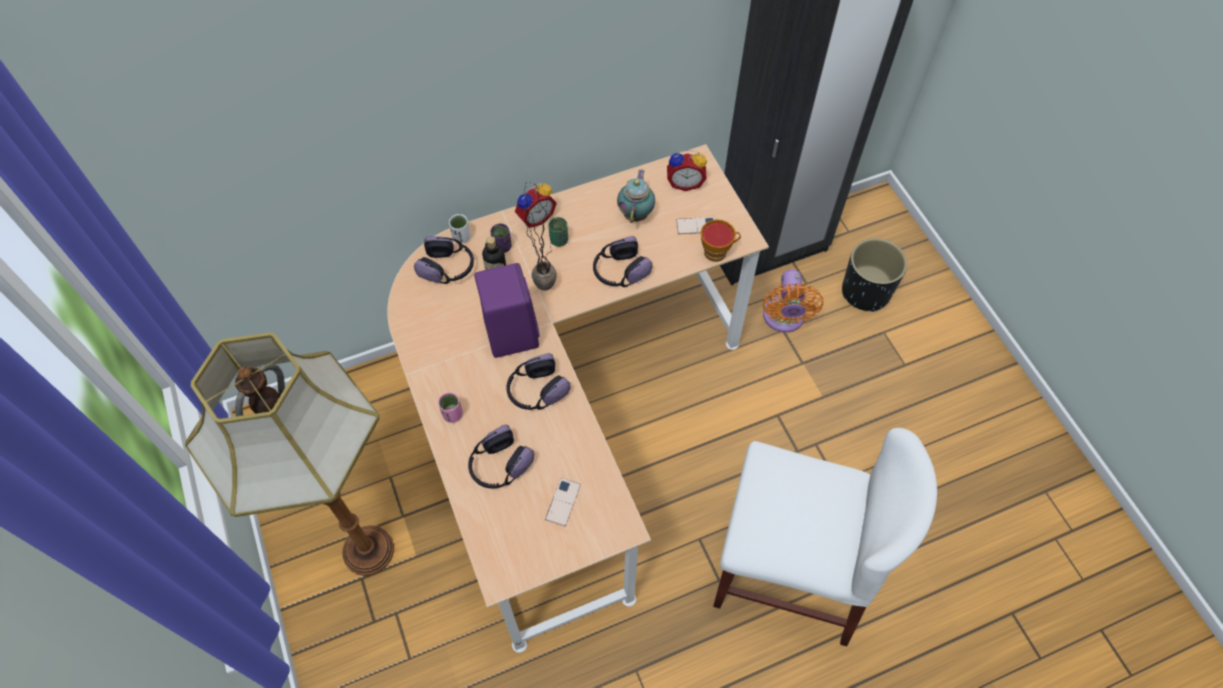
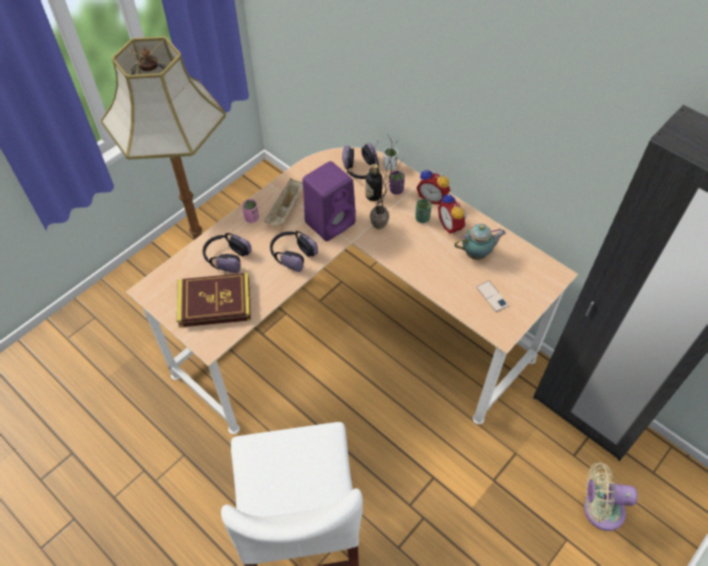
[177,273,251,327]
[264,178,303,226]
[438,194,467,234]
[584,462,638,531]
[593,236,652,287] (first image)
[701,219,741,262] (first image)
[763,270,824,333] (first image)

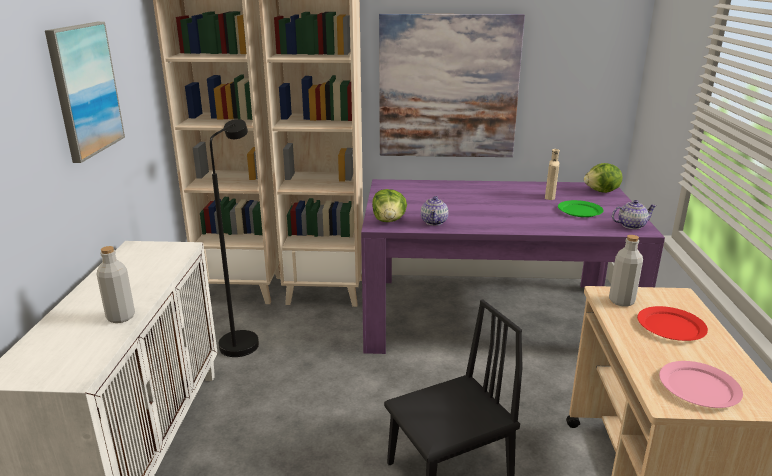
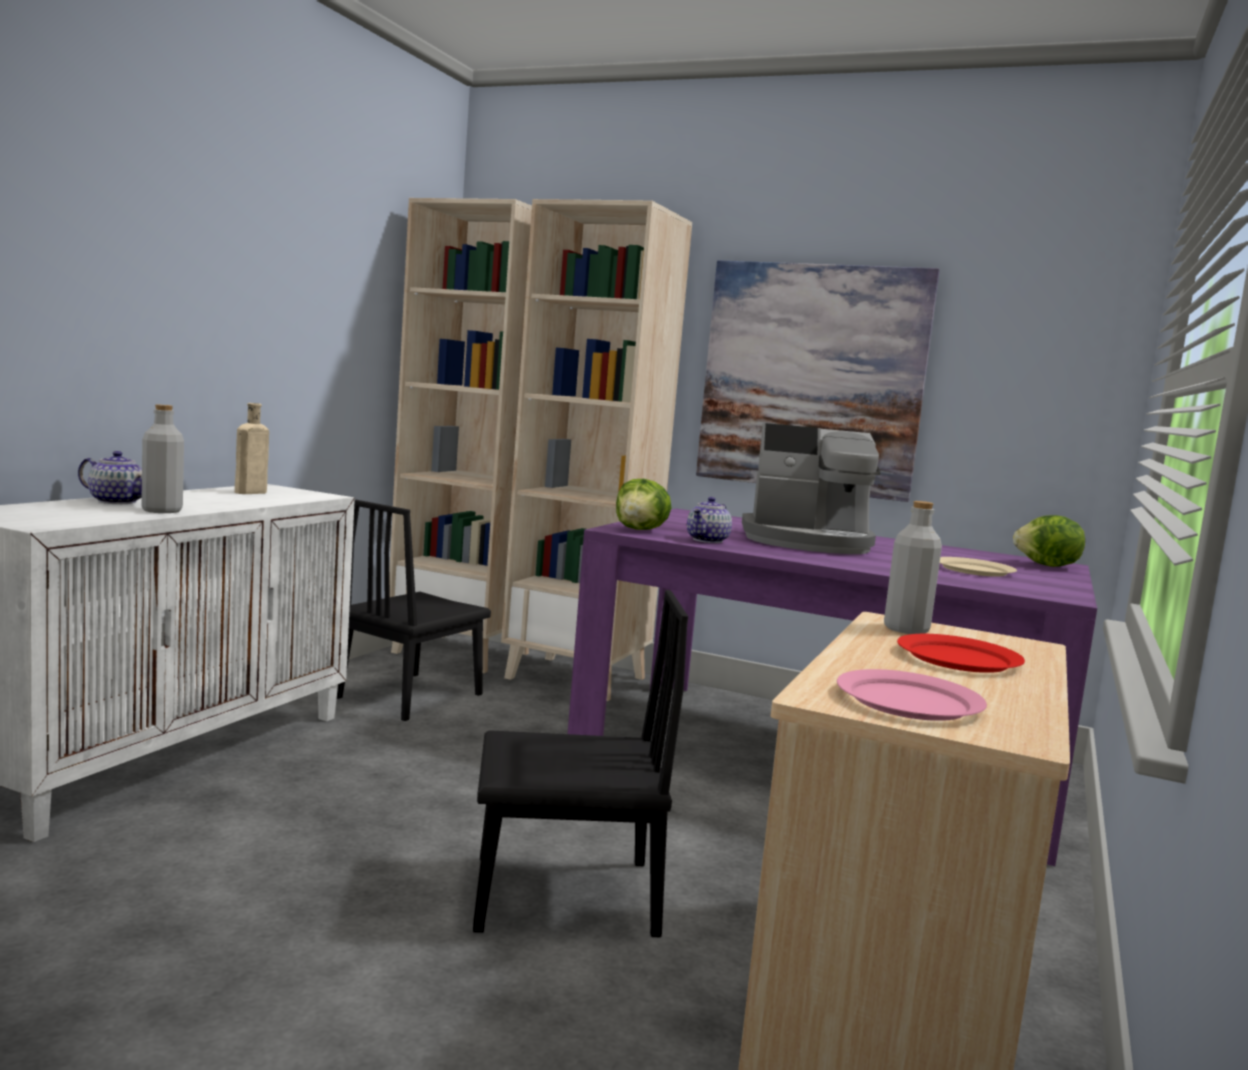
[78,451,142,504]
[235,403,269,494]
[337,500,491,721]
[742,423,881,554]
[940,557,1017,577]
[45,22,125,163] (first image)

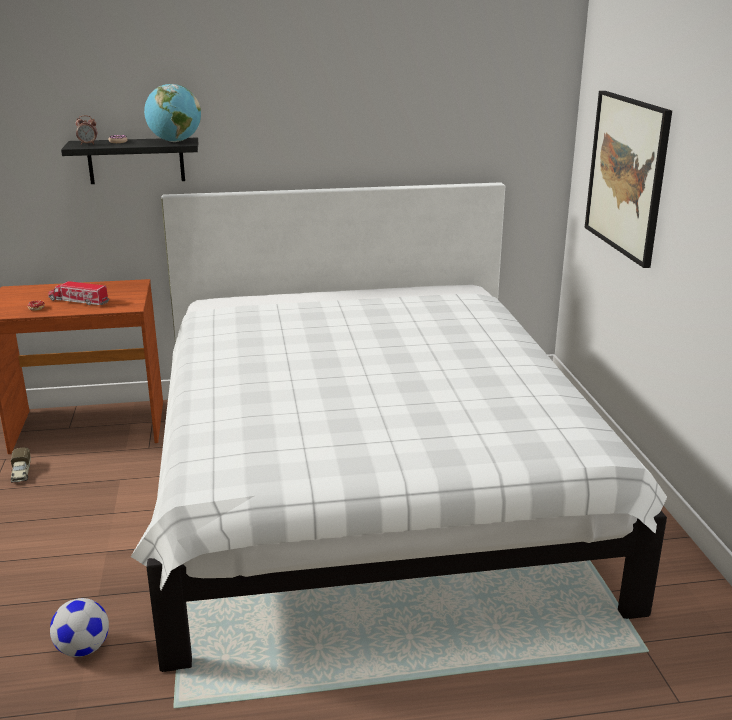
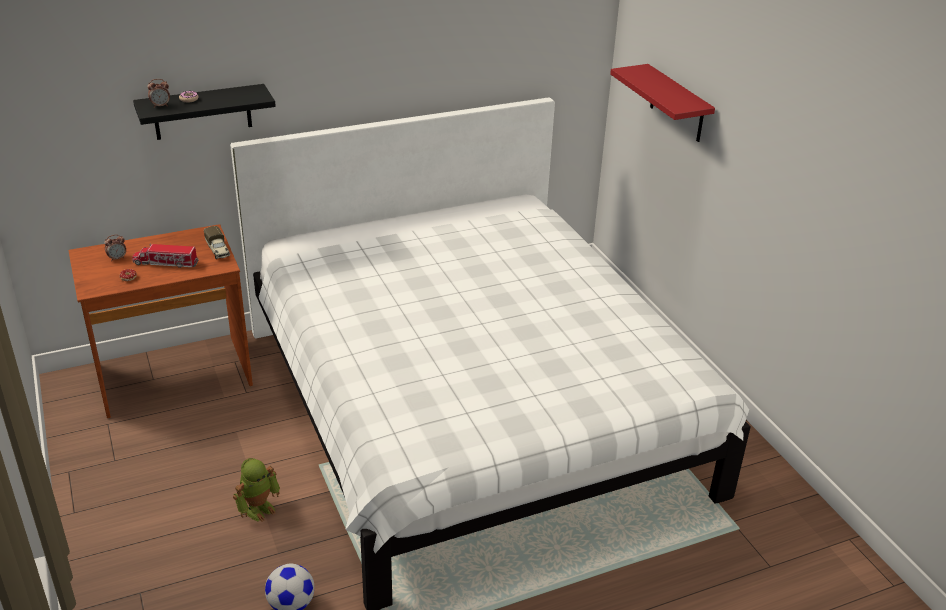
[104,234,126,260]
[204,226,230,259]
[233,458,280,522]
[610,64,715,142]
[144,84,201,142] (first image)

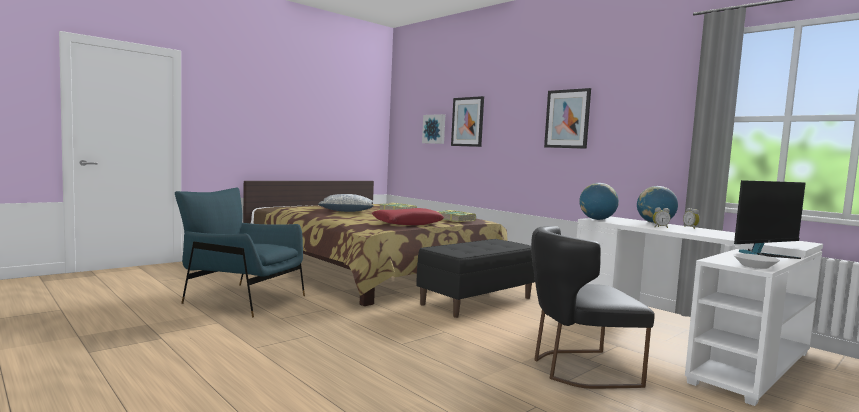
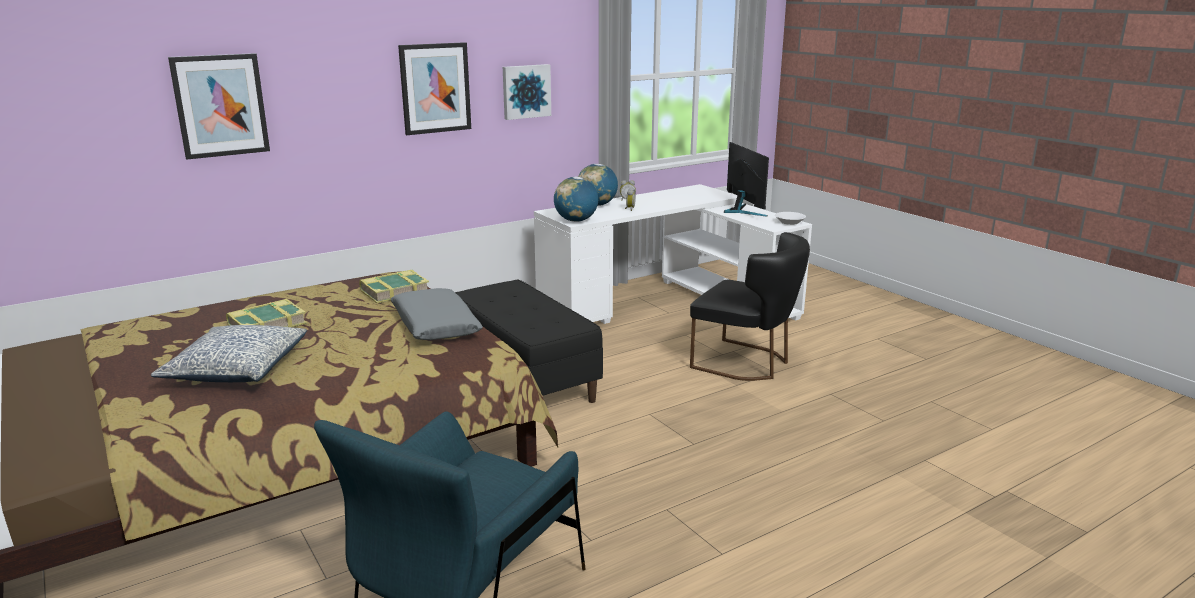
[391,288,483,340]
[503,64,551,120]
[690,232,810,381]

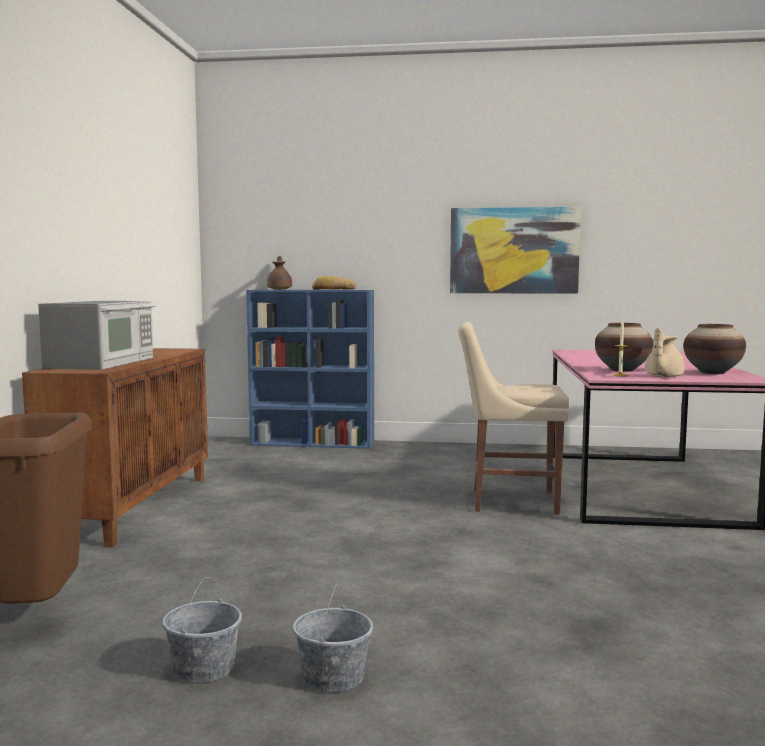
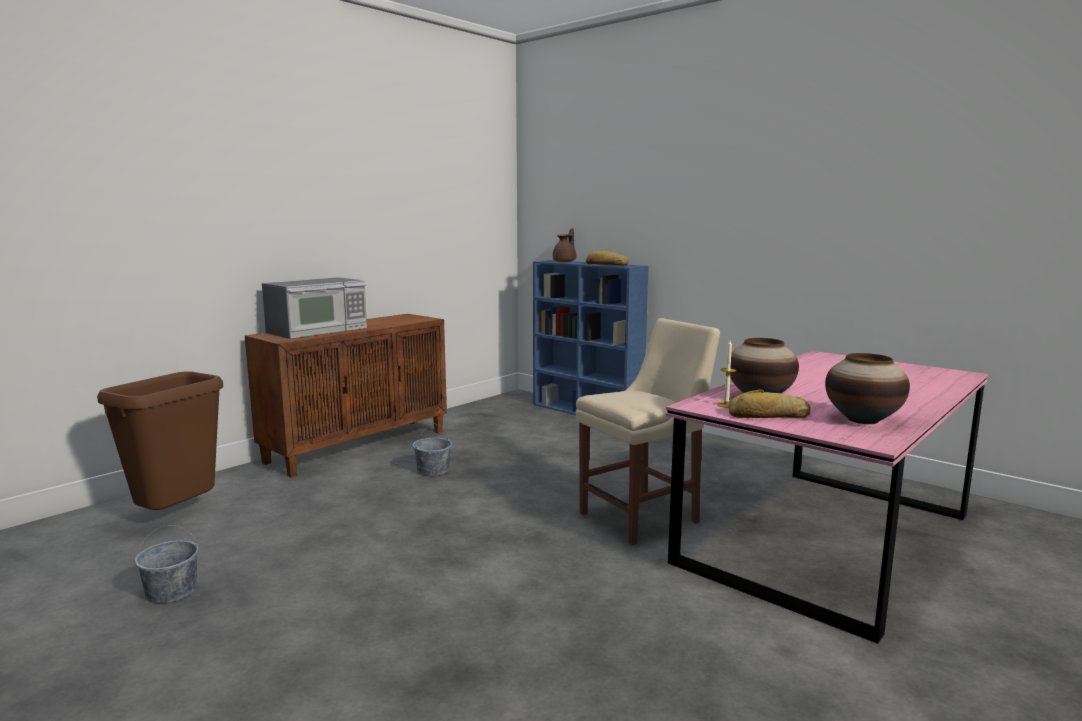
[412,424,452,476]
[576,318,720,545]
[728,389,810,418]
[450,207,581,294] (first image)

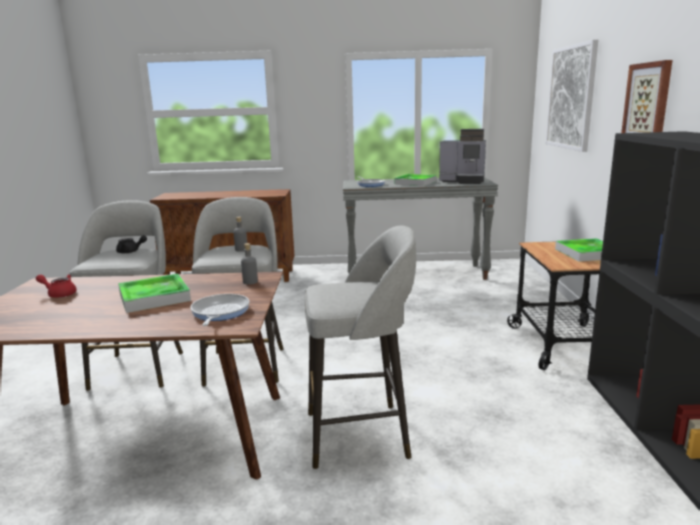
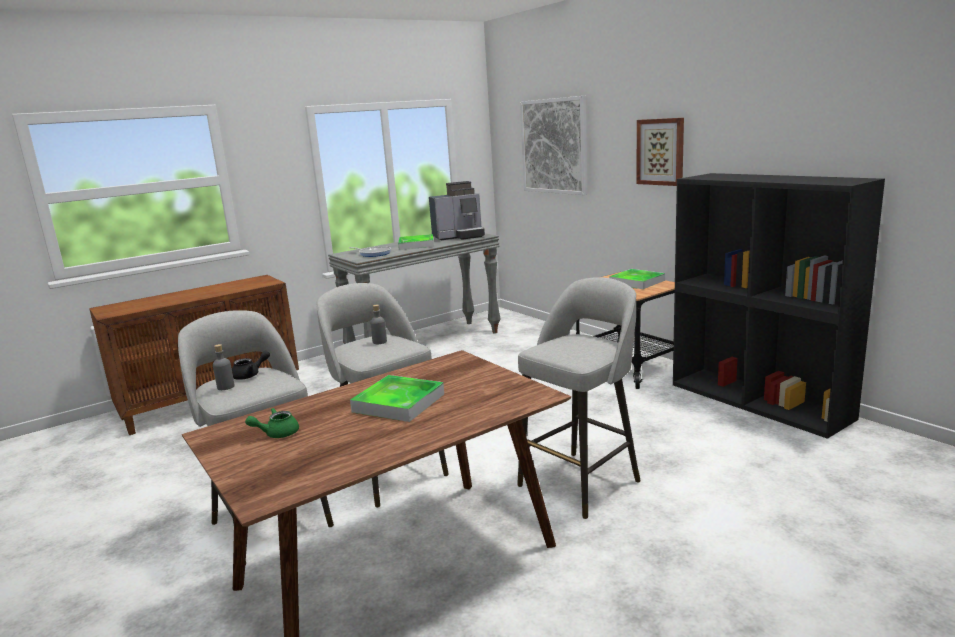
[213,344,235,390]
[245,408,299,438]
[191,294,250,326] (first image)

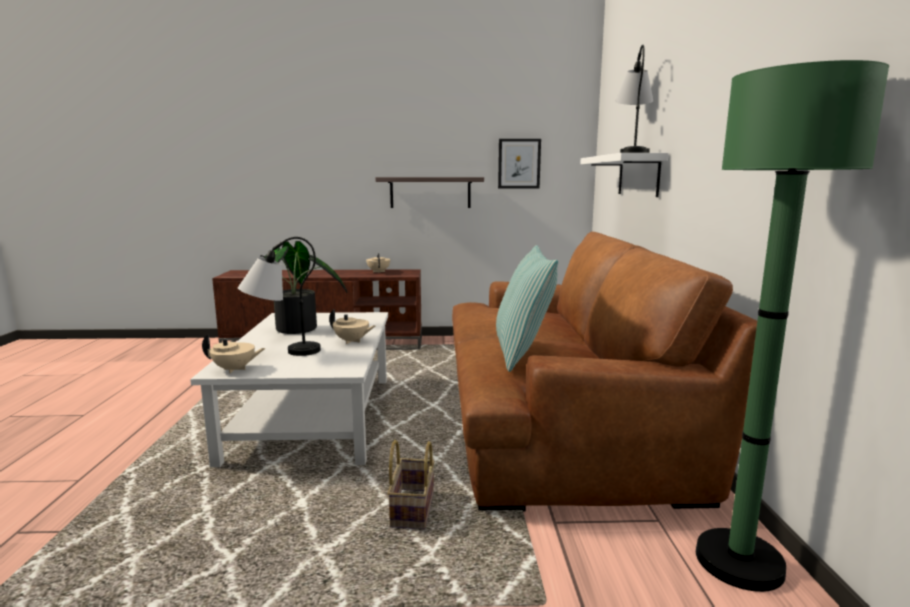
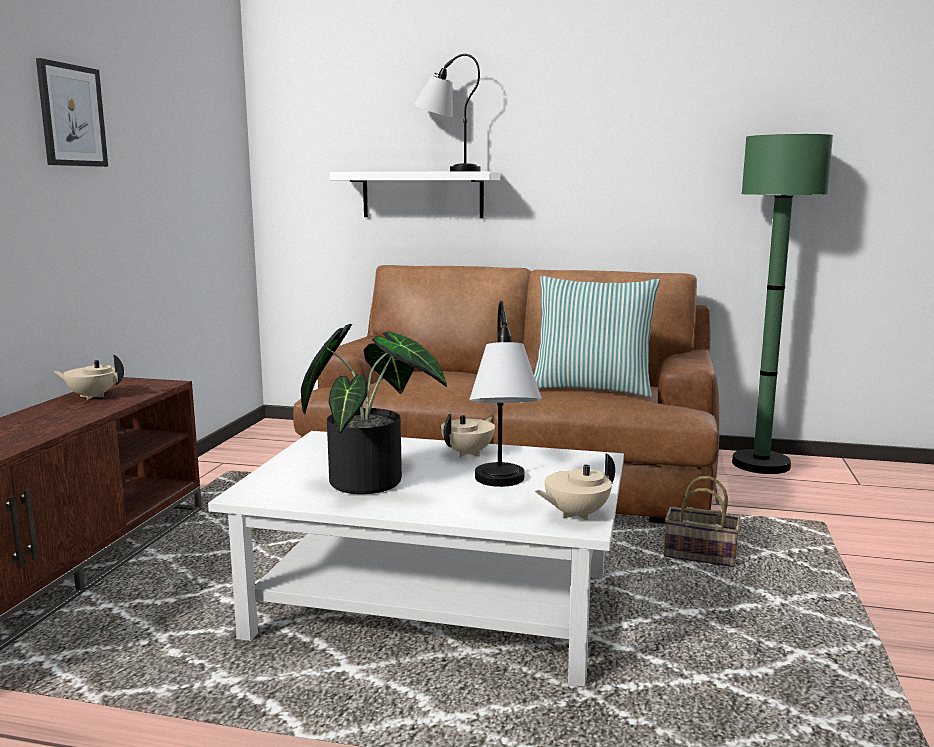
[36,58,108,167]
[535,453,615,520]
[375,177,484,208] (first image)

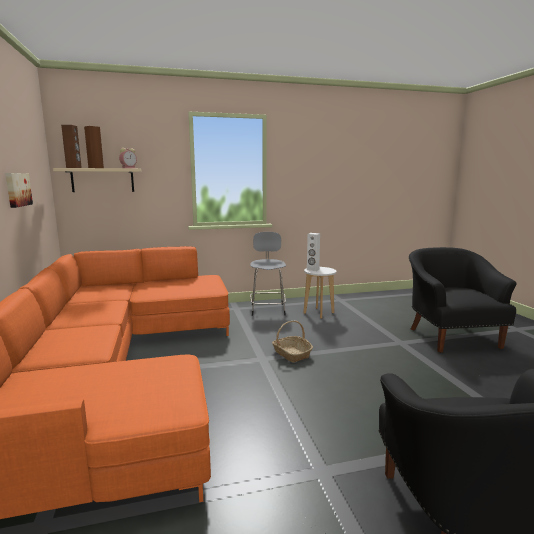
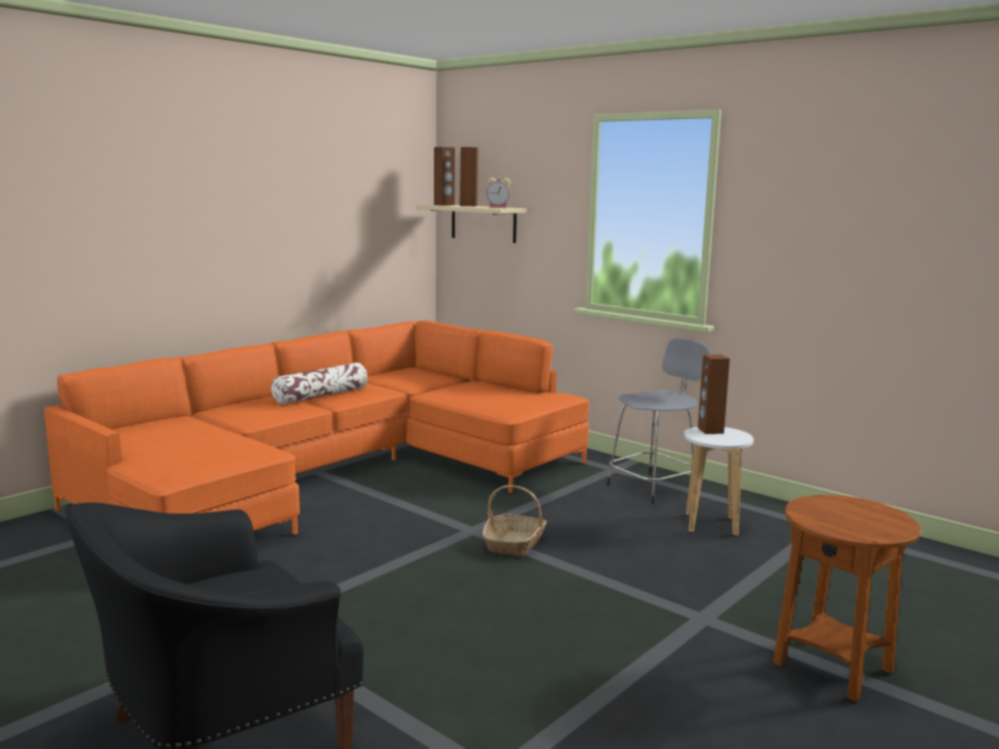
[271,363,368,405]
[698,355,730,434]
[773,495,921,702]
[5,173,33,208] (first image)

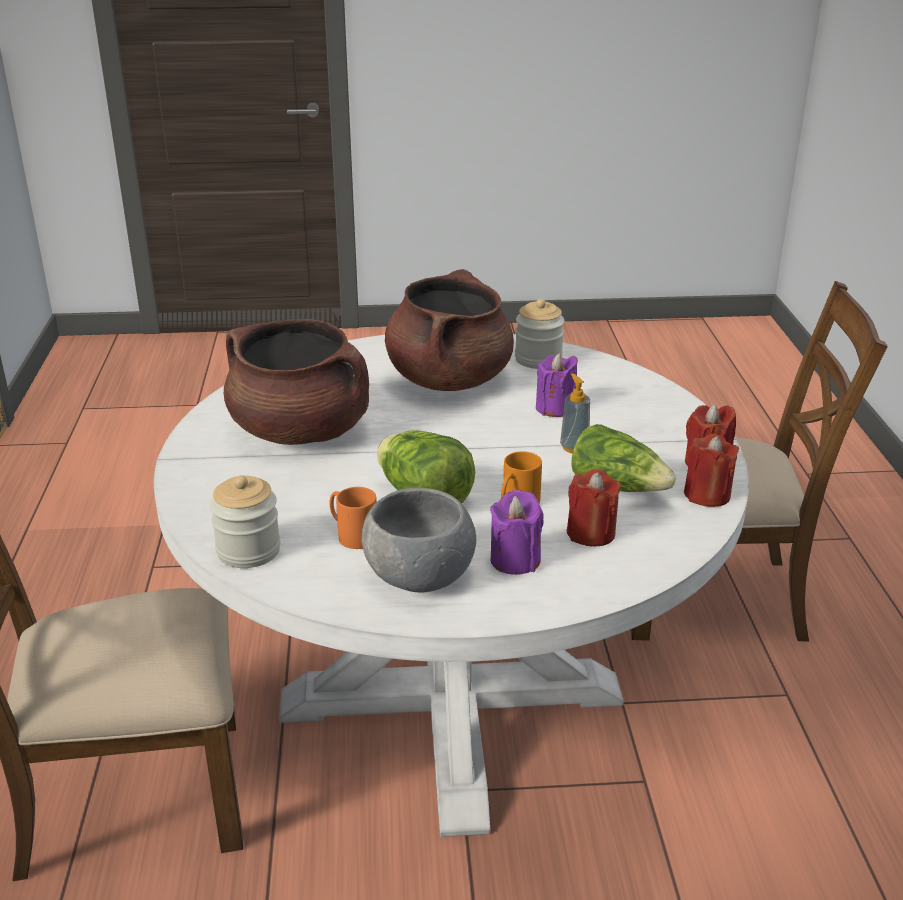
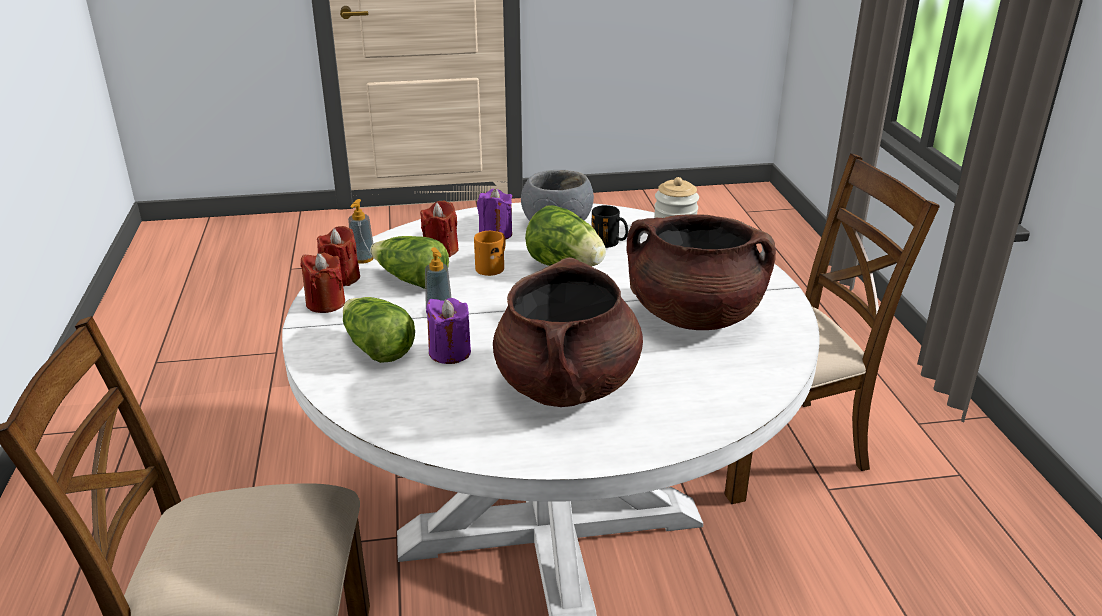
[343,297,415,363]
[348,199,373,264]
[591,205,628,248]
[515,299,565,369] (first image)

